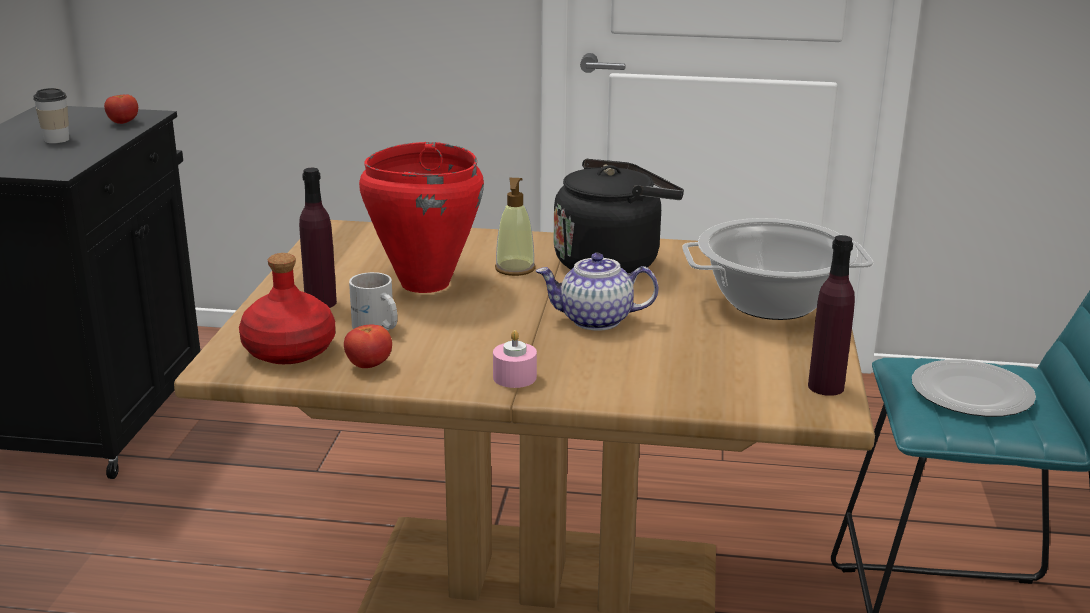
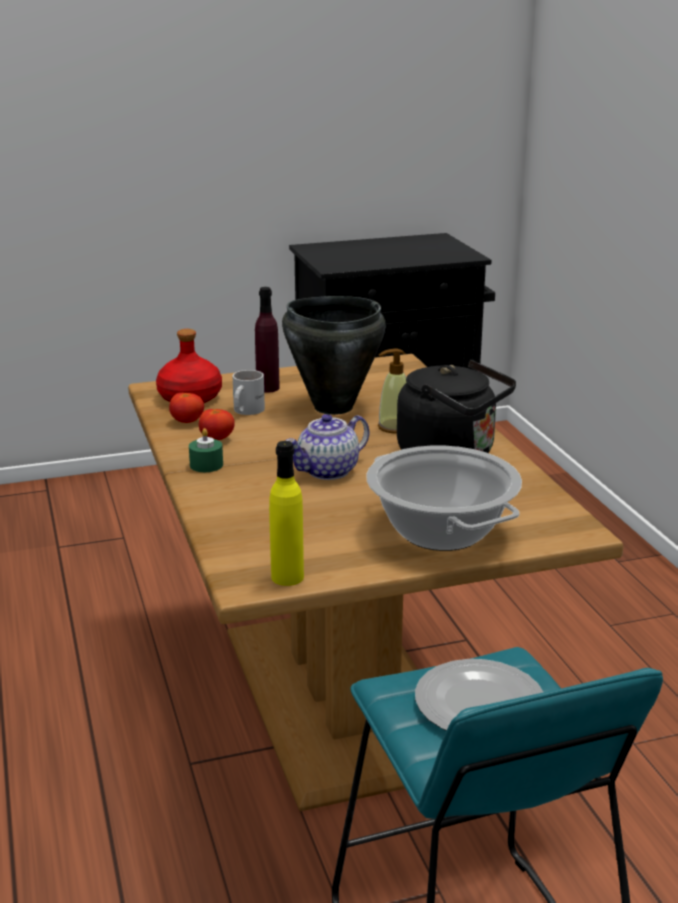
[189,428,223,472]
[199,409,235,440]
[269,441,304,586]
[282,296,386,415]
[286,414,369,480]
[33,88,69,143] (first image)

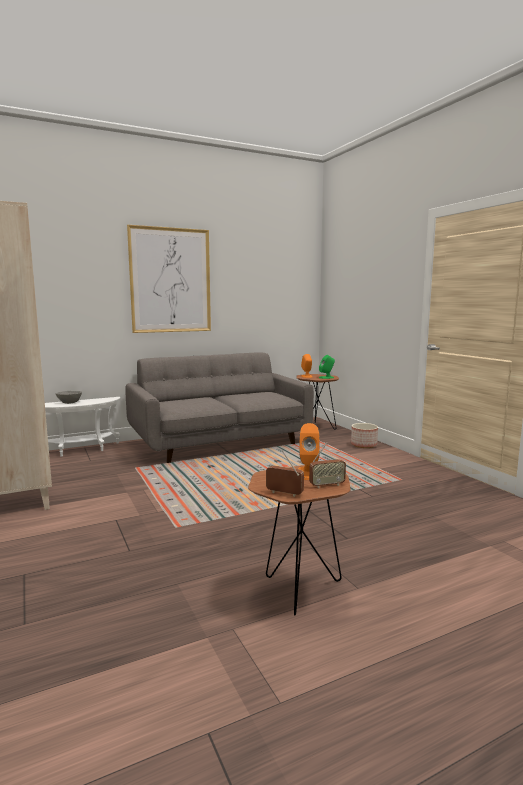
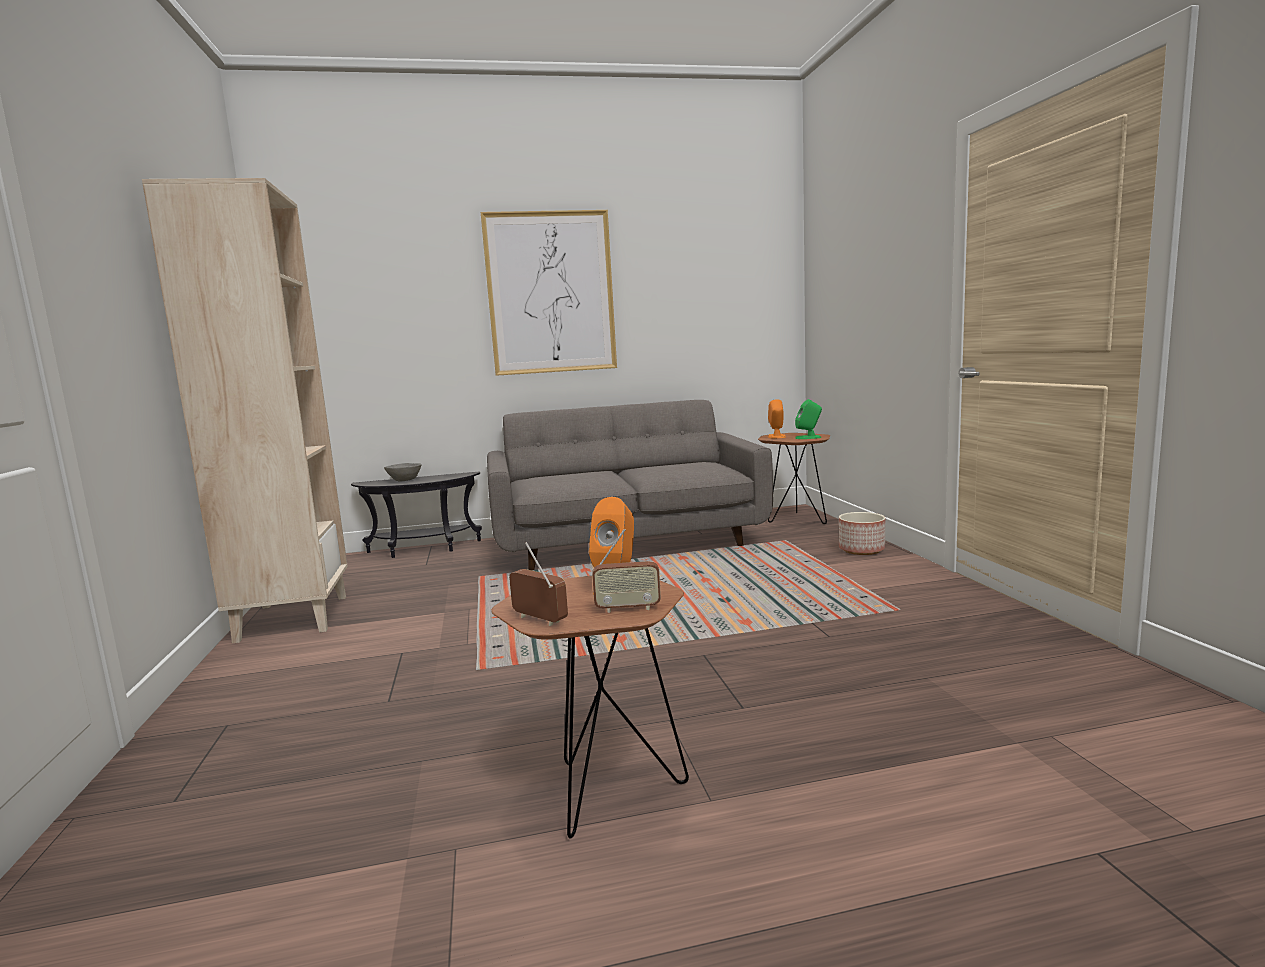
[351,471,482,558]

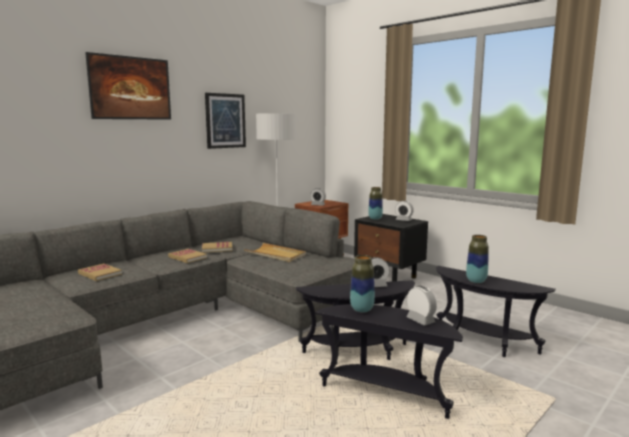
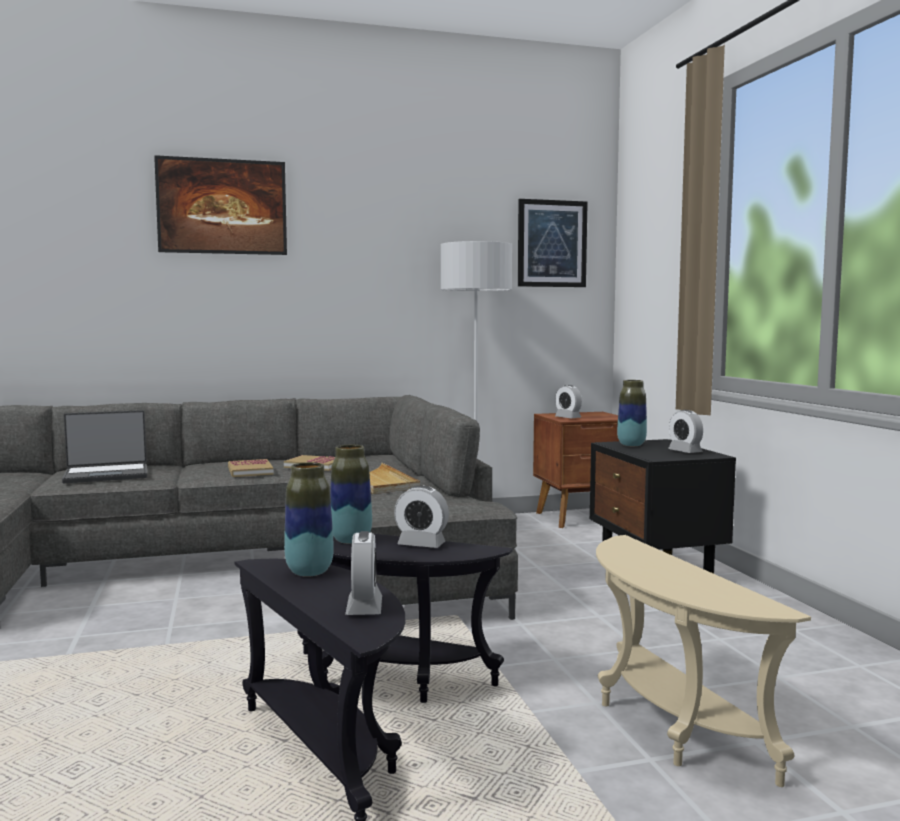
[62,410,148,483]
[330,445,372,544]
[518,199,588,287]
[596,535,811,787]

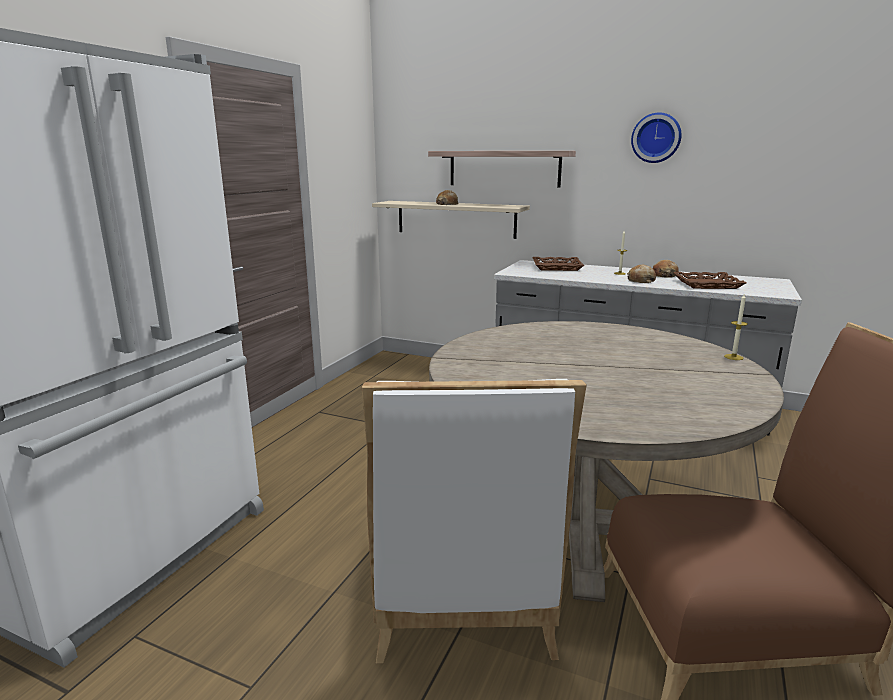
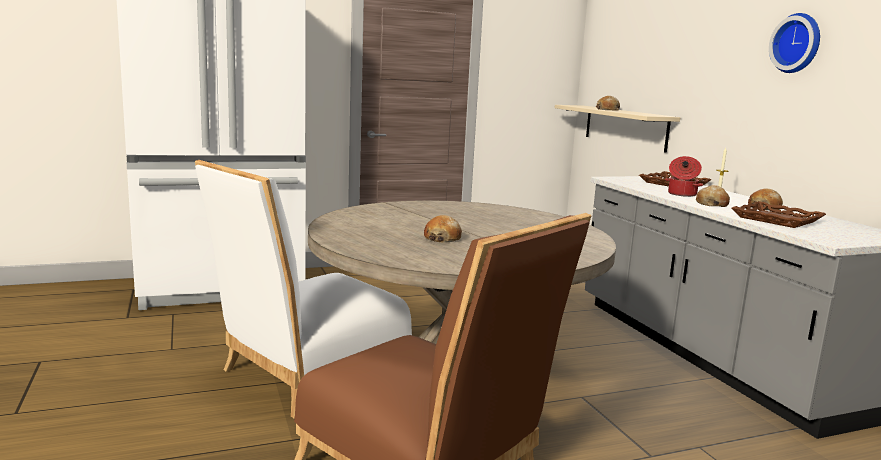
[424,215,462,243]
[665,156,703,197]
[428,151,576,188] (first image)
[724,293,748,360] (first image)

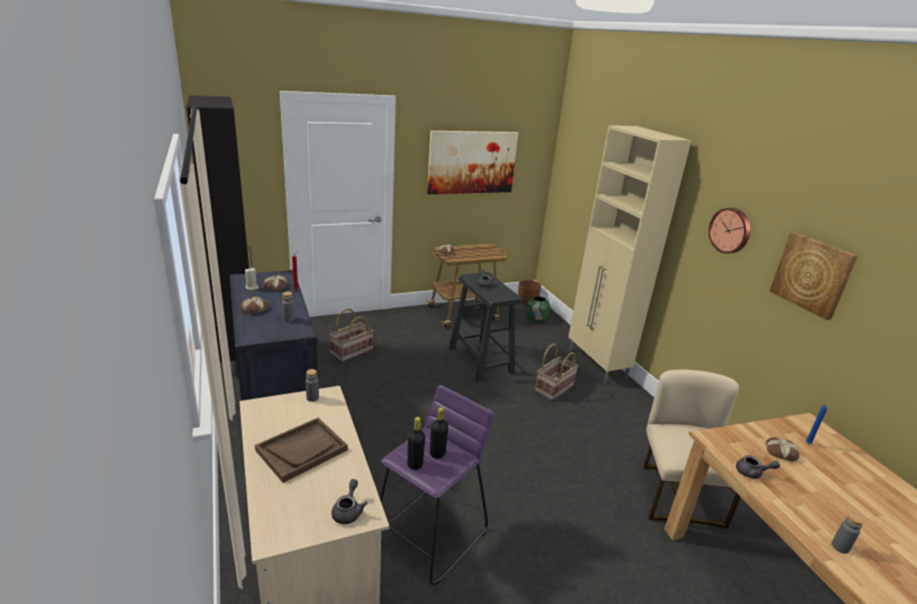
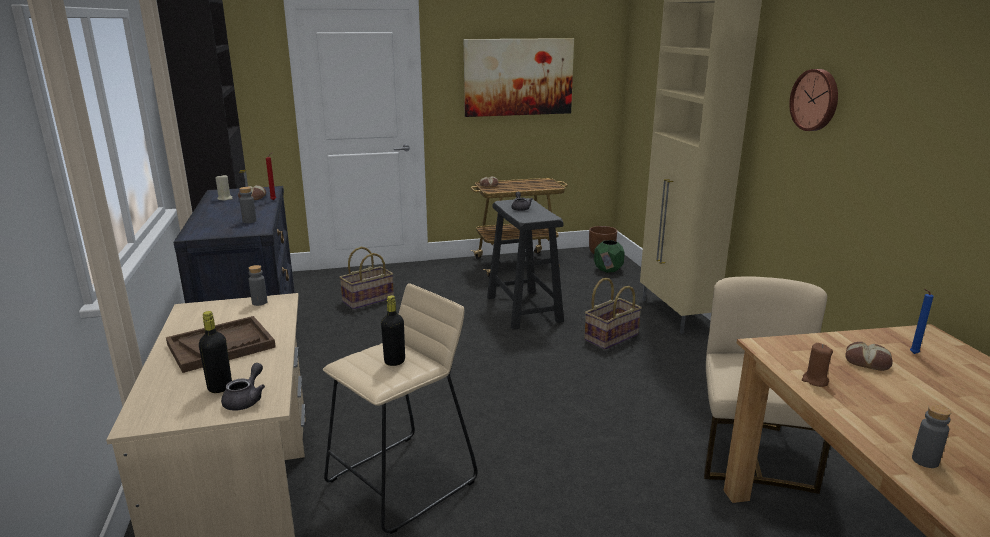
[199,311,232,393]
[323,283,478,534]
[802,343,833,387]
[241,296,269,314] (first image)
[769,232,858,320] (first image)

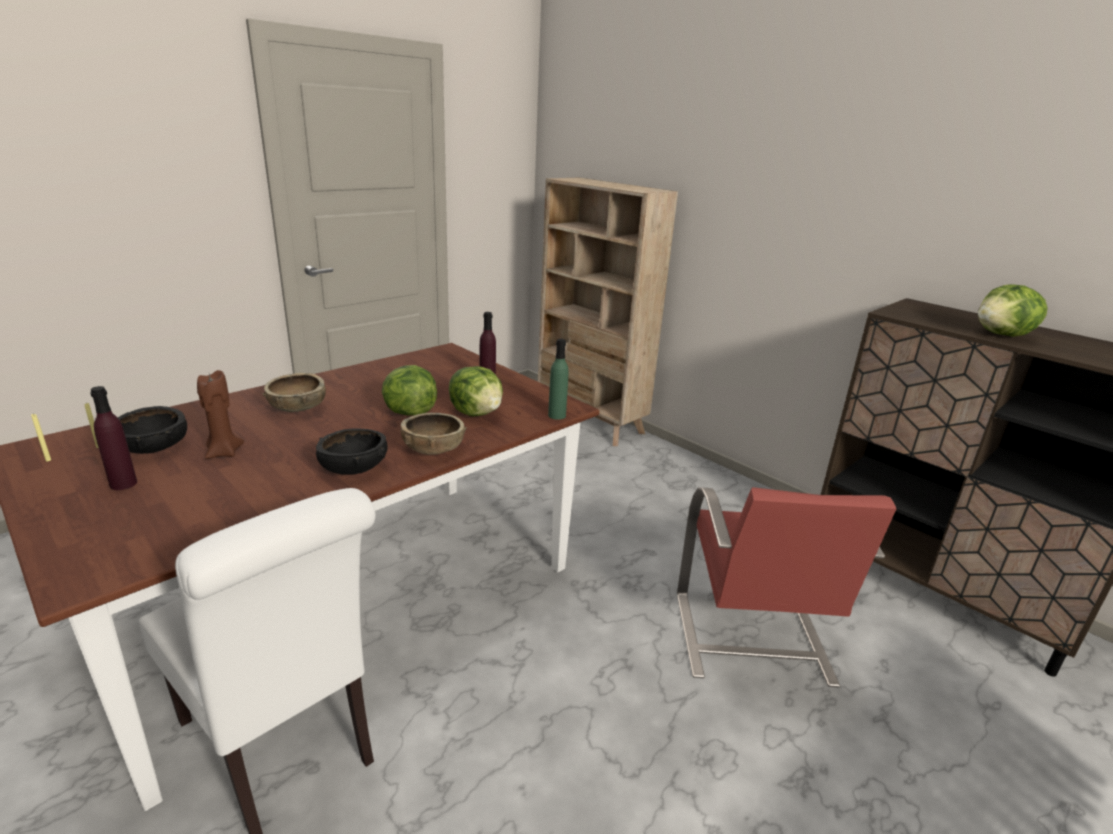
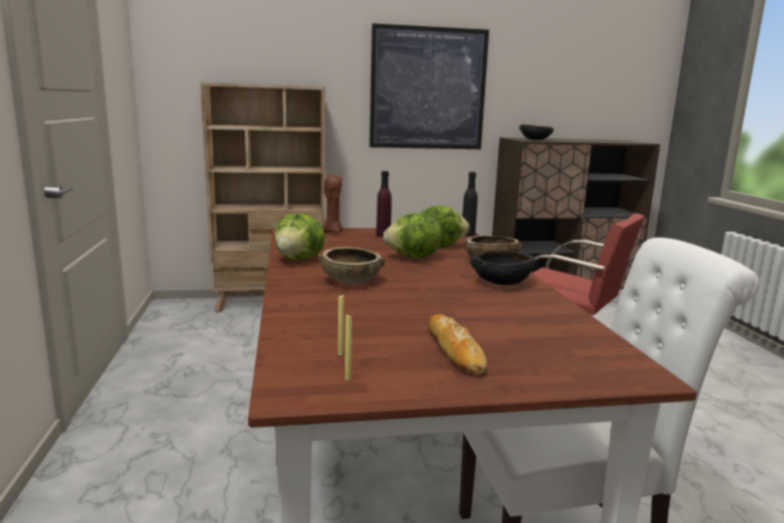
[274,213,325,260]
[323,174,343,233]
[369,23,489,149]
[428,314,487,375]
[462,172,478,236]
[519,124,554,140]

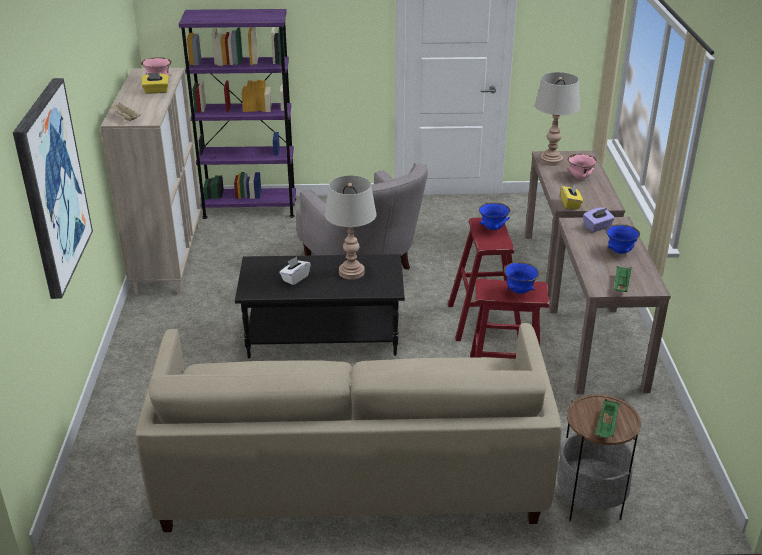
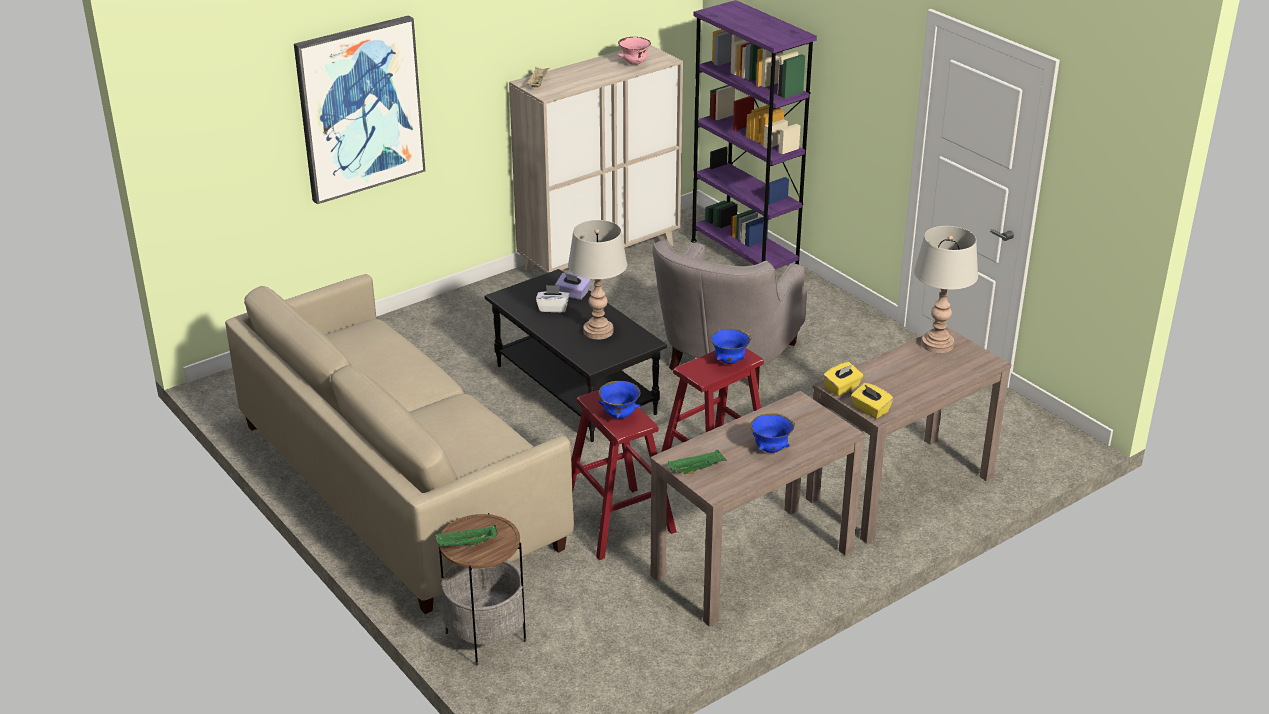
[555,273,591,300]
[851,383,893,419]
[566,154,597,179] (first image)

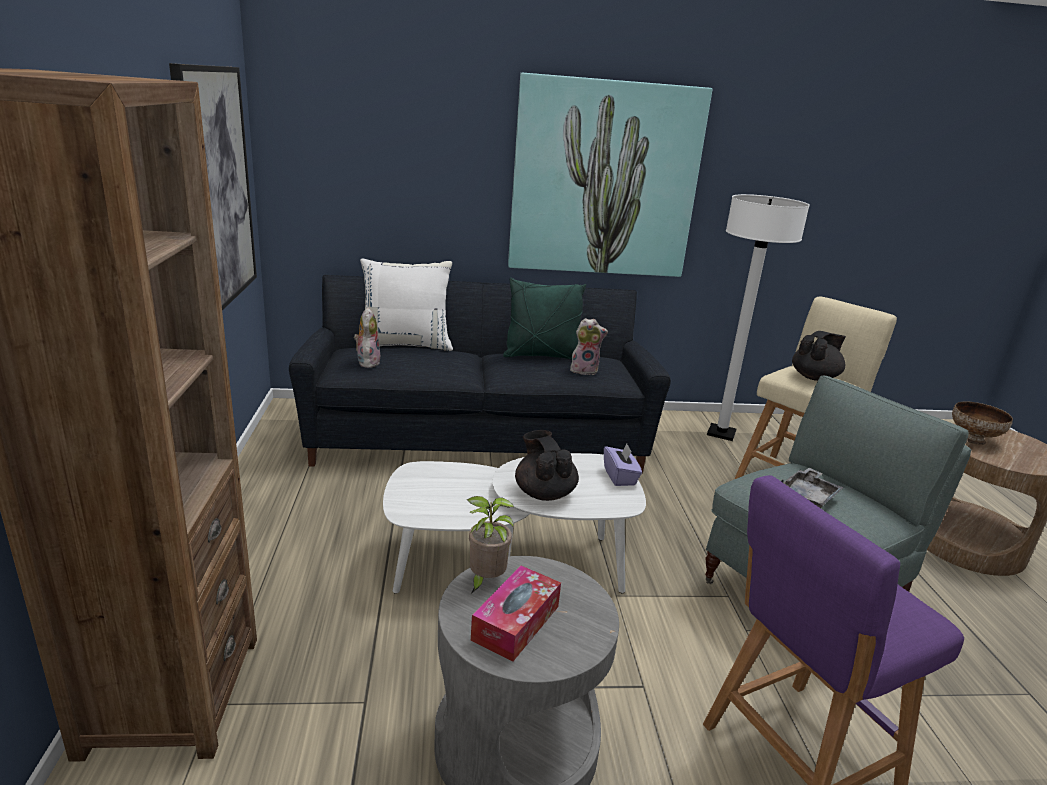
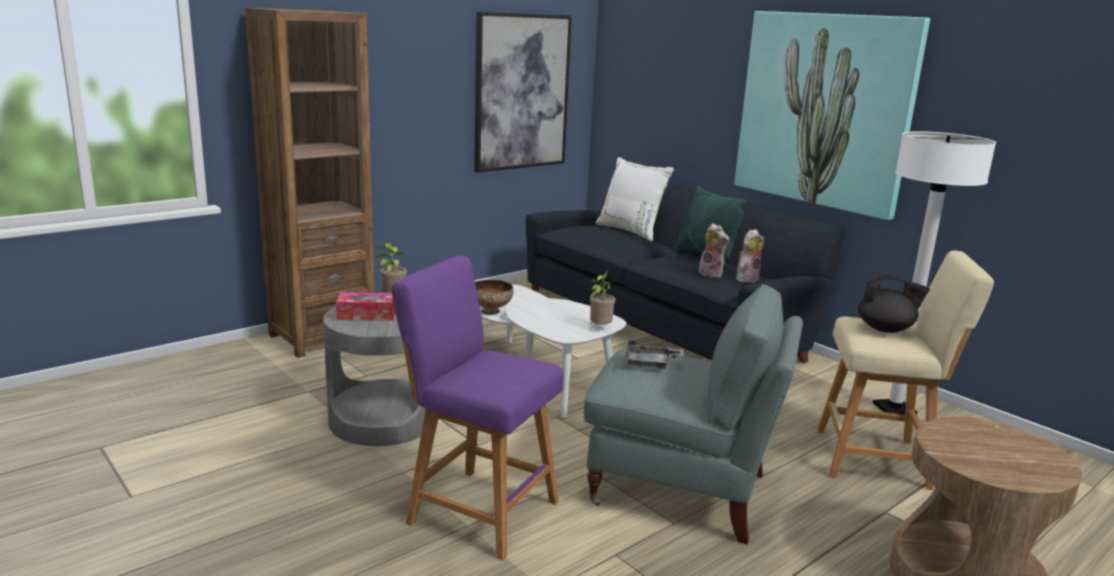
[475,279,514,315]
[590,271,615,325]
[736,229,764,283]
[515,430,579,501] (first image)

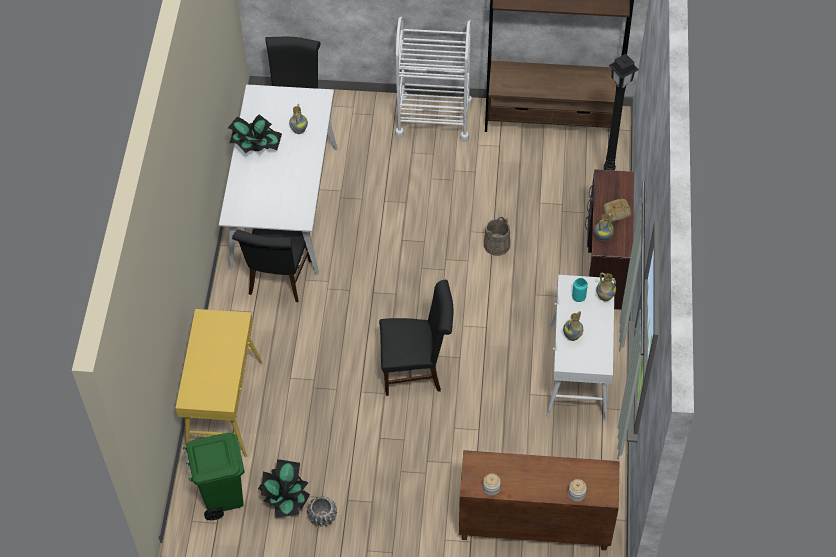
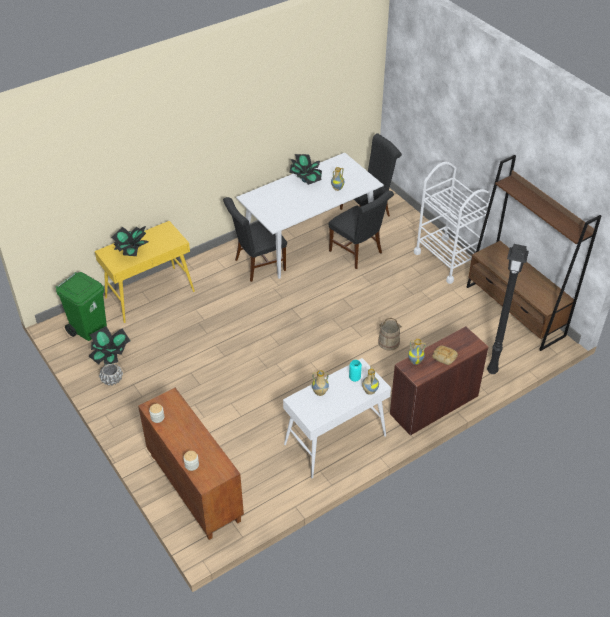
[111,226,148,256]
[329,191,394,269]

